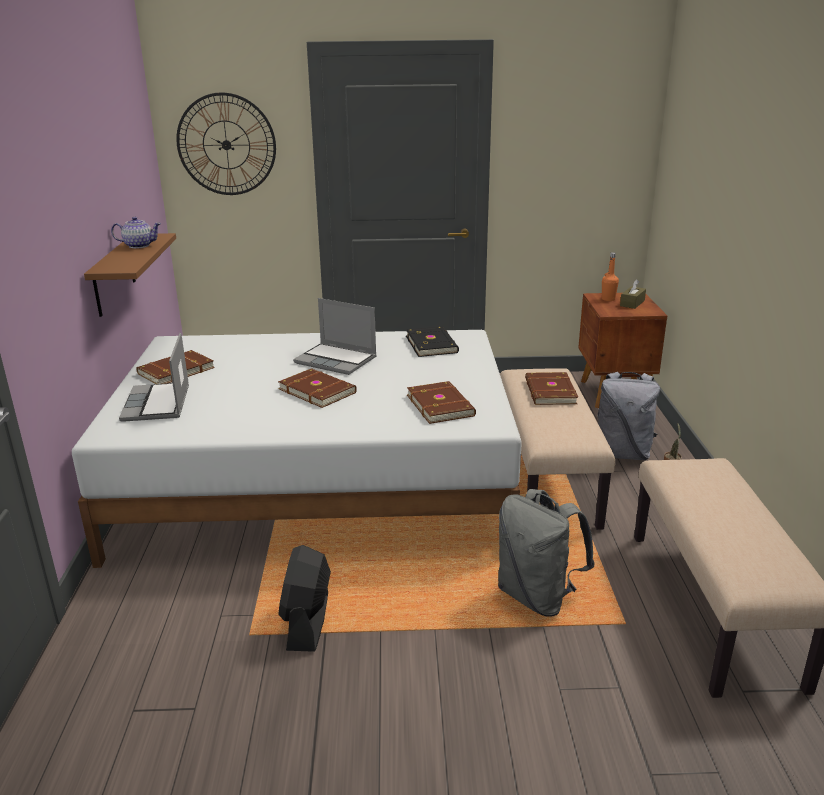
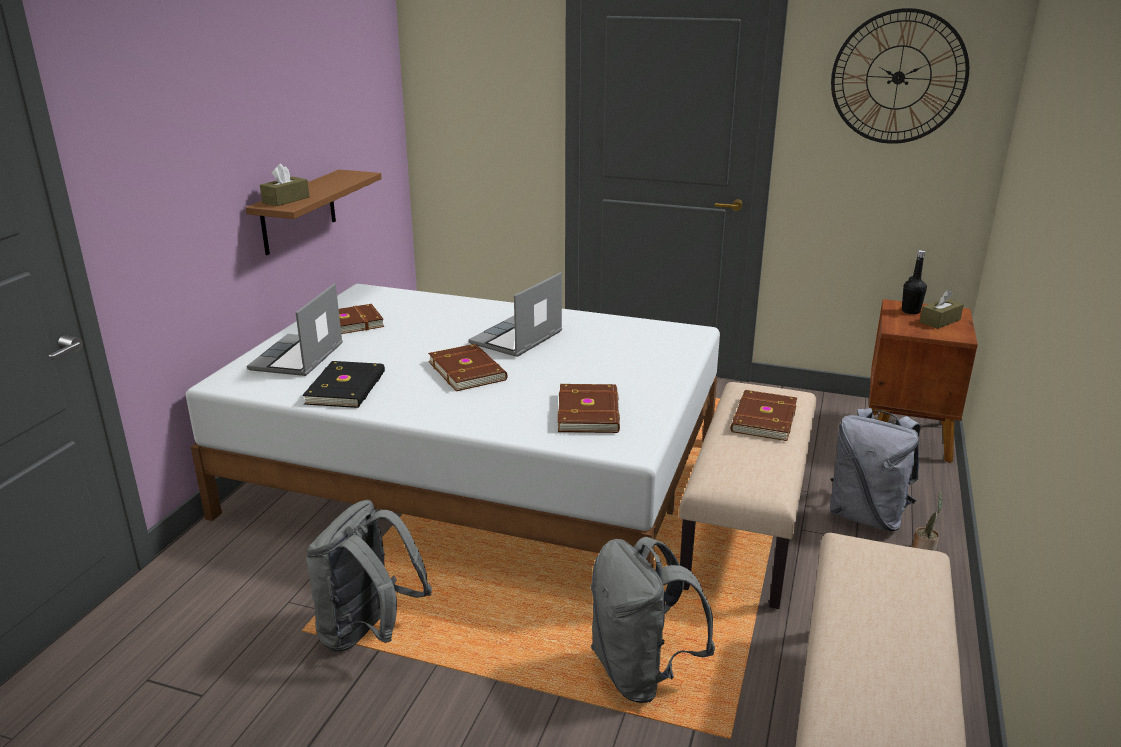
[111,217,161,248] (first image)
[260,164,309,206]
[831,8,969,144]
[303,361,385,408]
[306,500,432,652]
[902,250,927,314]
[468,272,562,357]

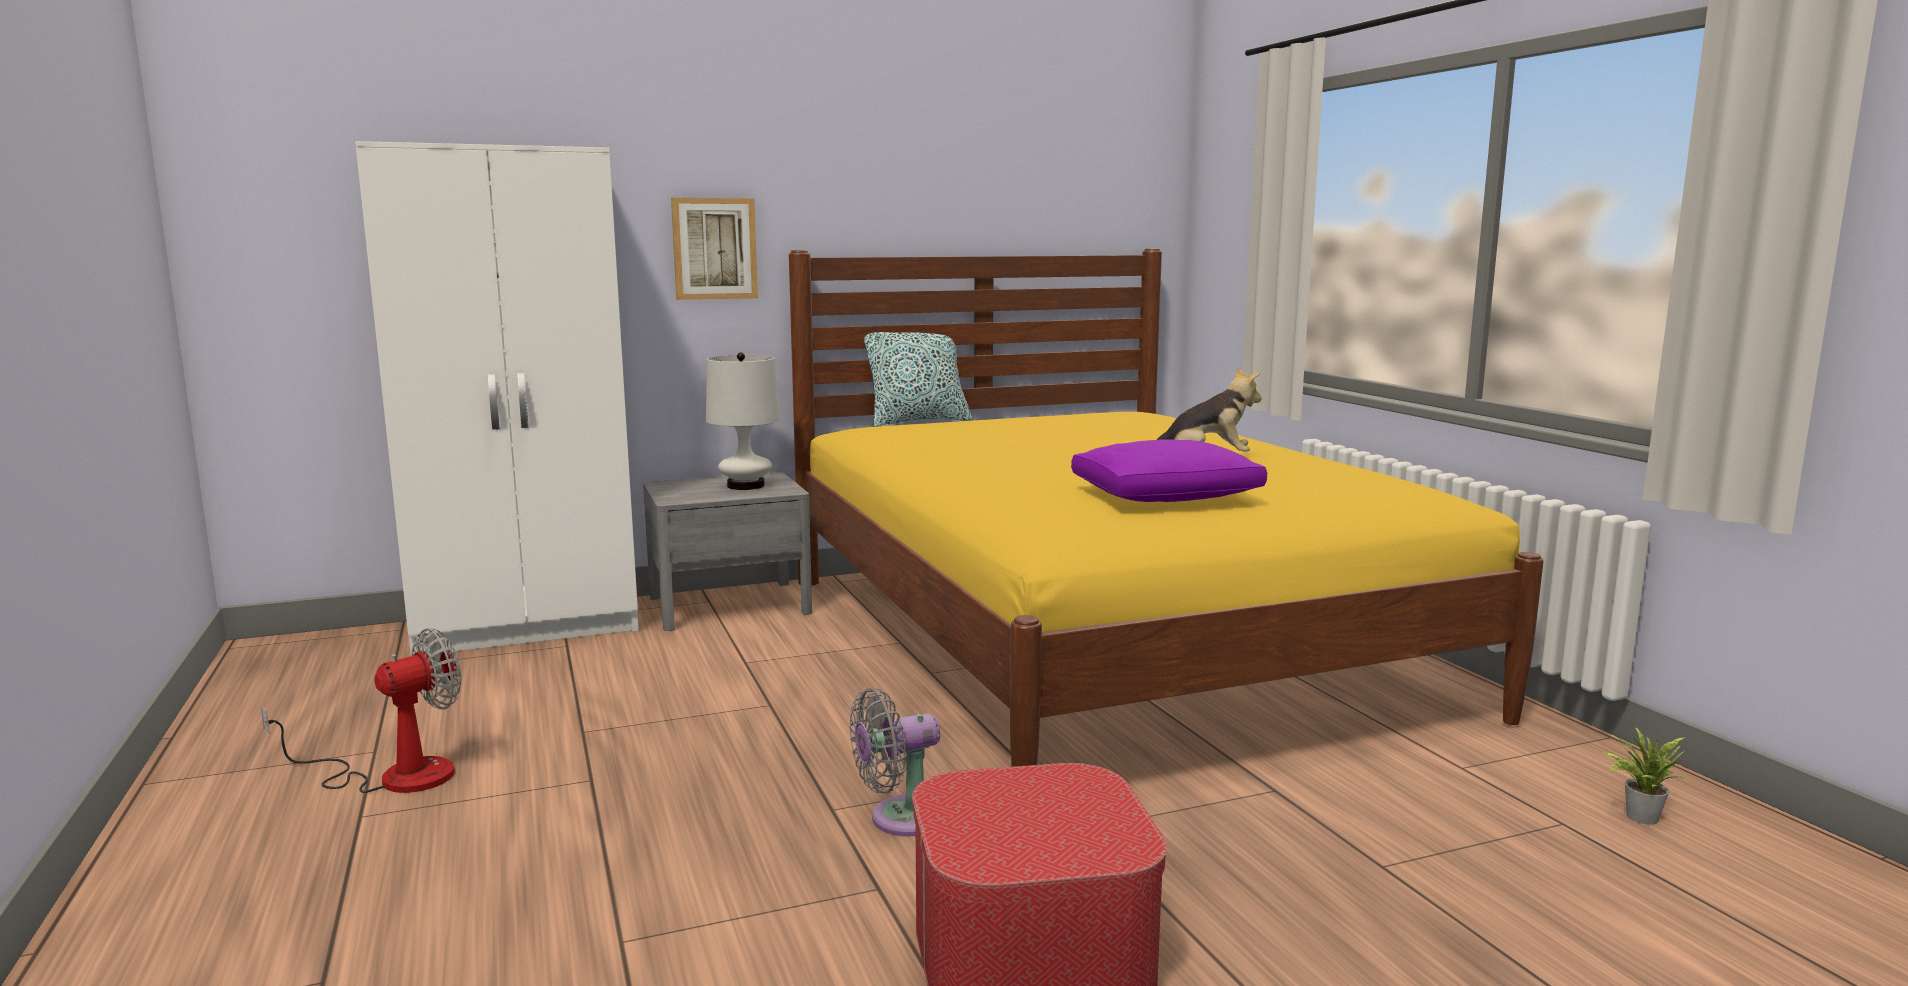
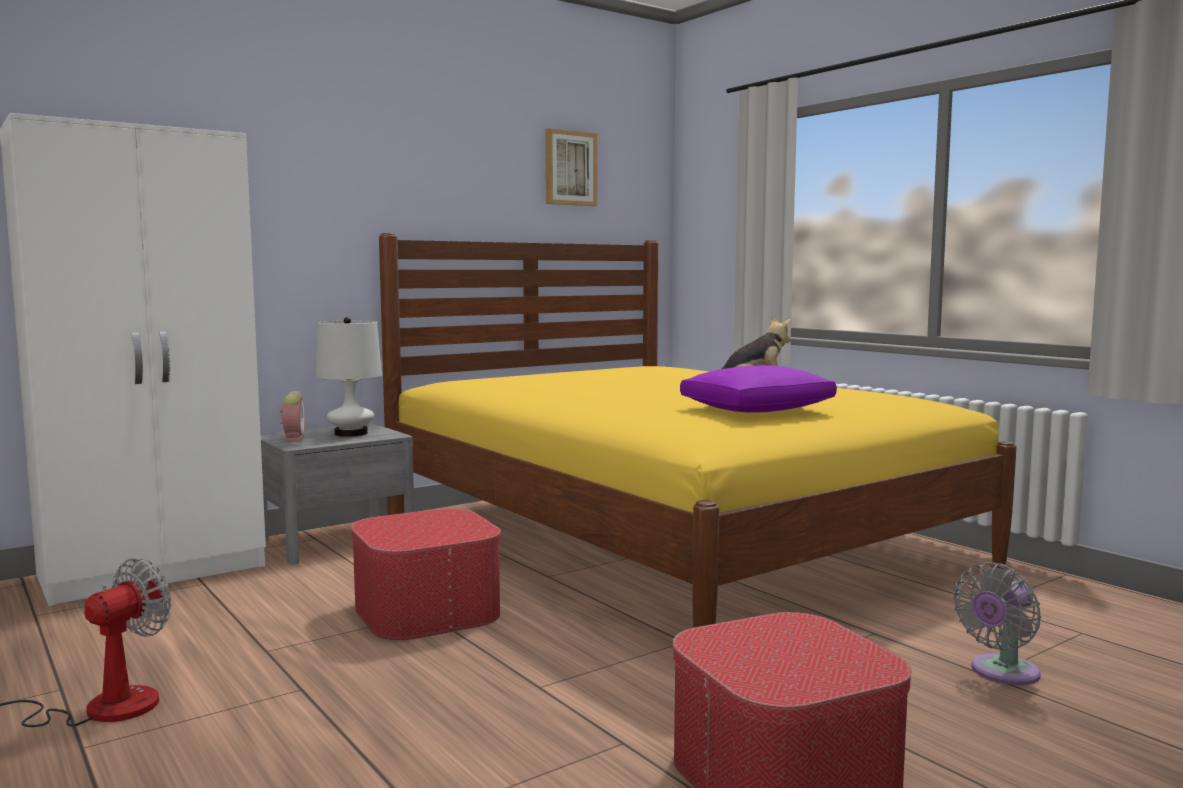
[864,322,972,427] (first image)
[1601,727,1688,825] (first image)
[280,391,305,441]
[351,508,501,641]
[546,129,597,206]
[953,562,1041,685]

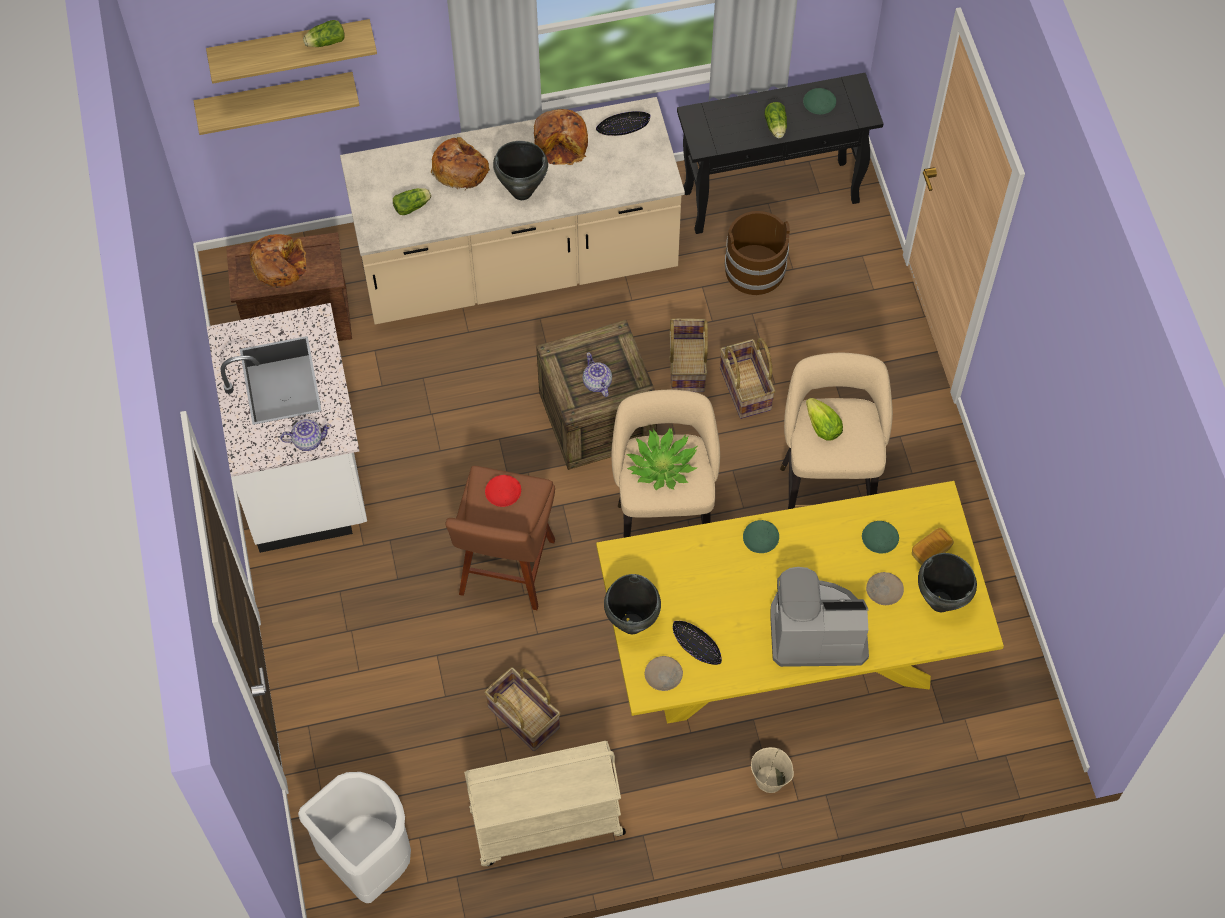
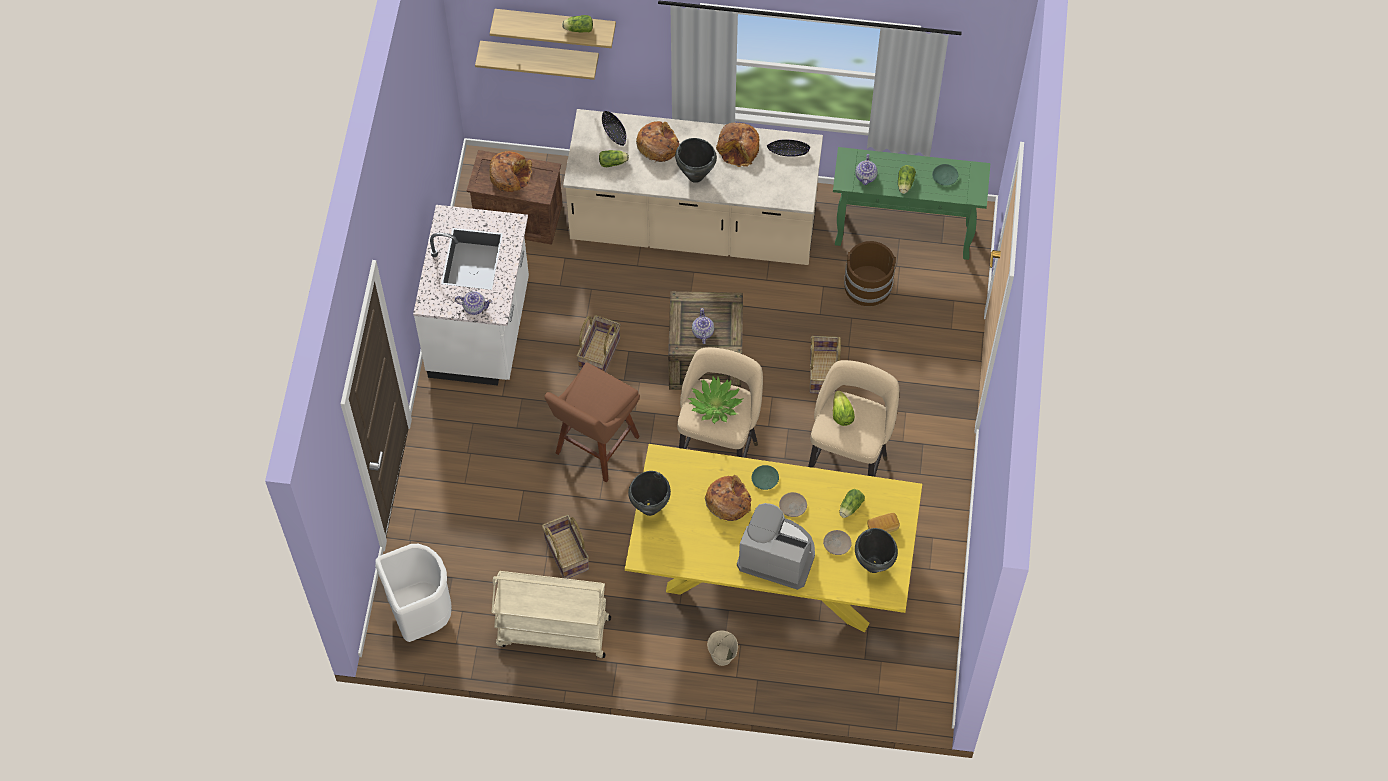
[485,475,521,507] (first image)
[705,475,752,522]
[855,154,878,185]
[779,492,807,517]
[577,315,621,372]
[602,111,626,146]
[839,489,865,518]
[833,147,990,260]

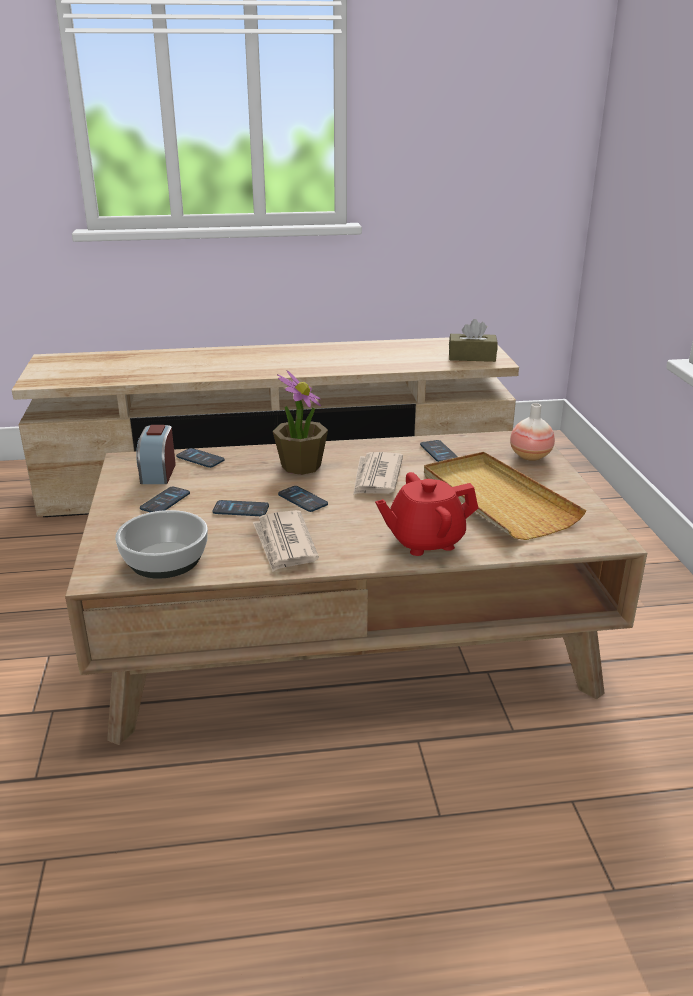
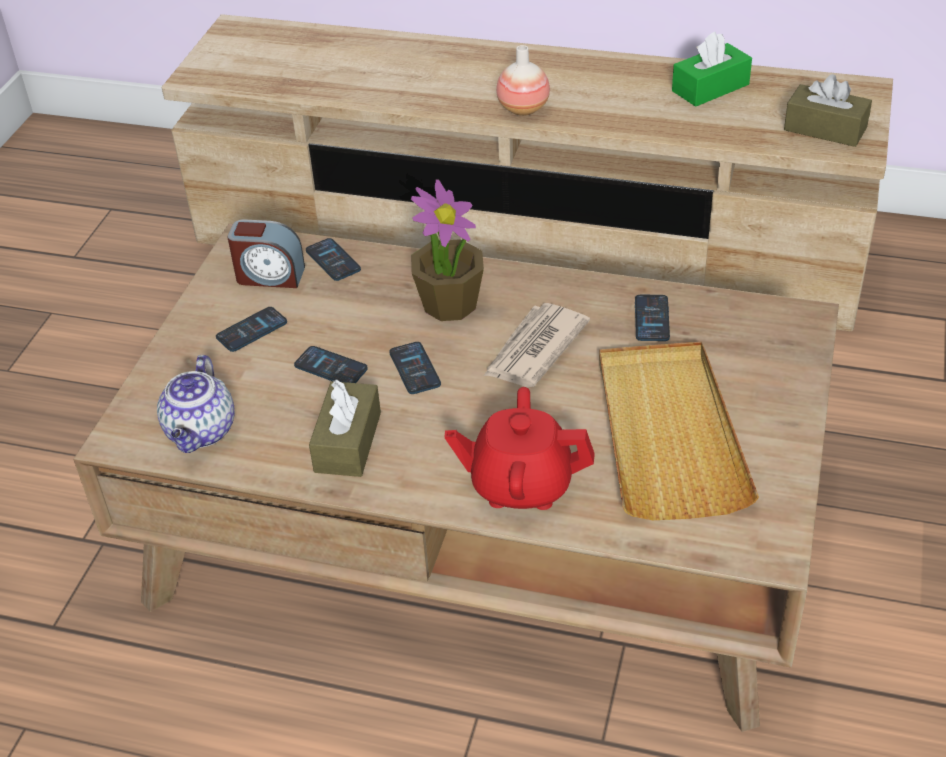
[672,32,752,107]
[496,45,550,116]
[157,355,235,453]
[309,379,381,477]
[227,219,305,288]

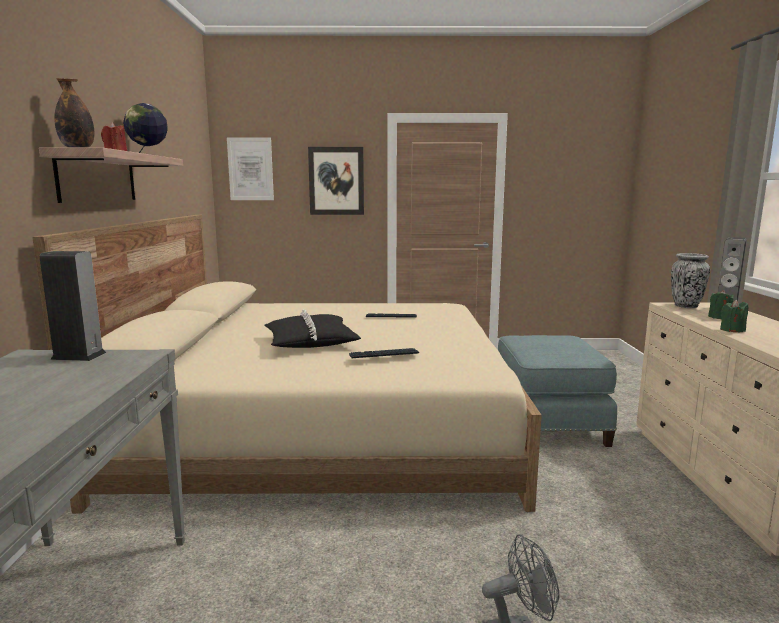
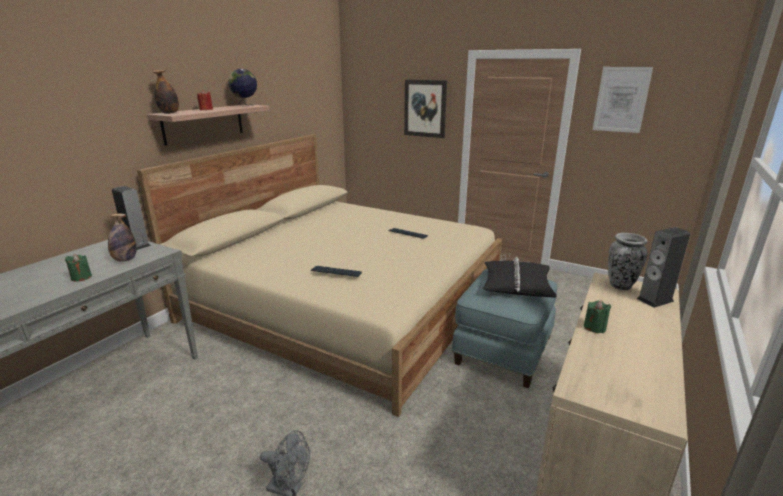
[108,214,137,262]
[593,67,653,133]
[483,257,557,298]
[65,254,92,281]

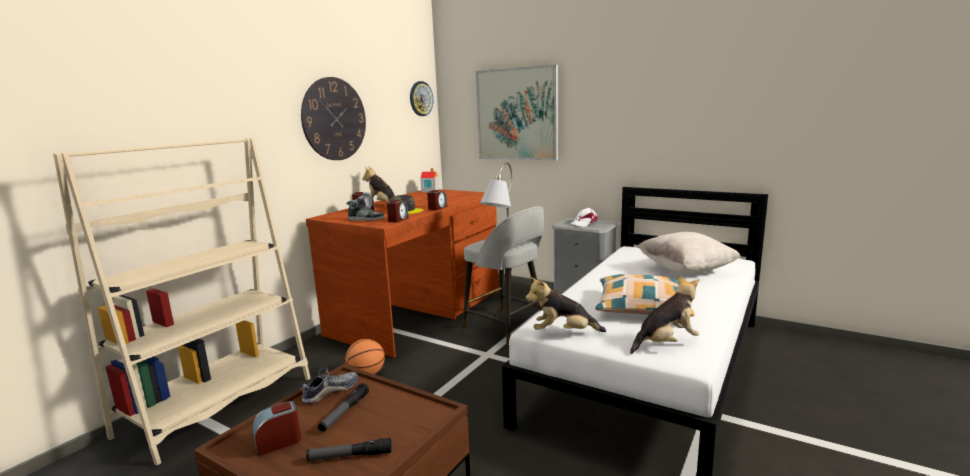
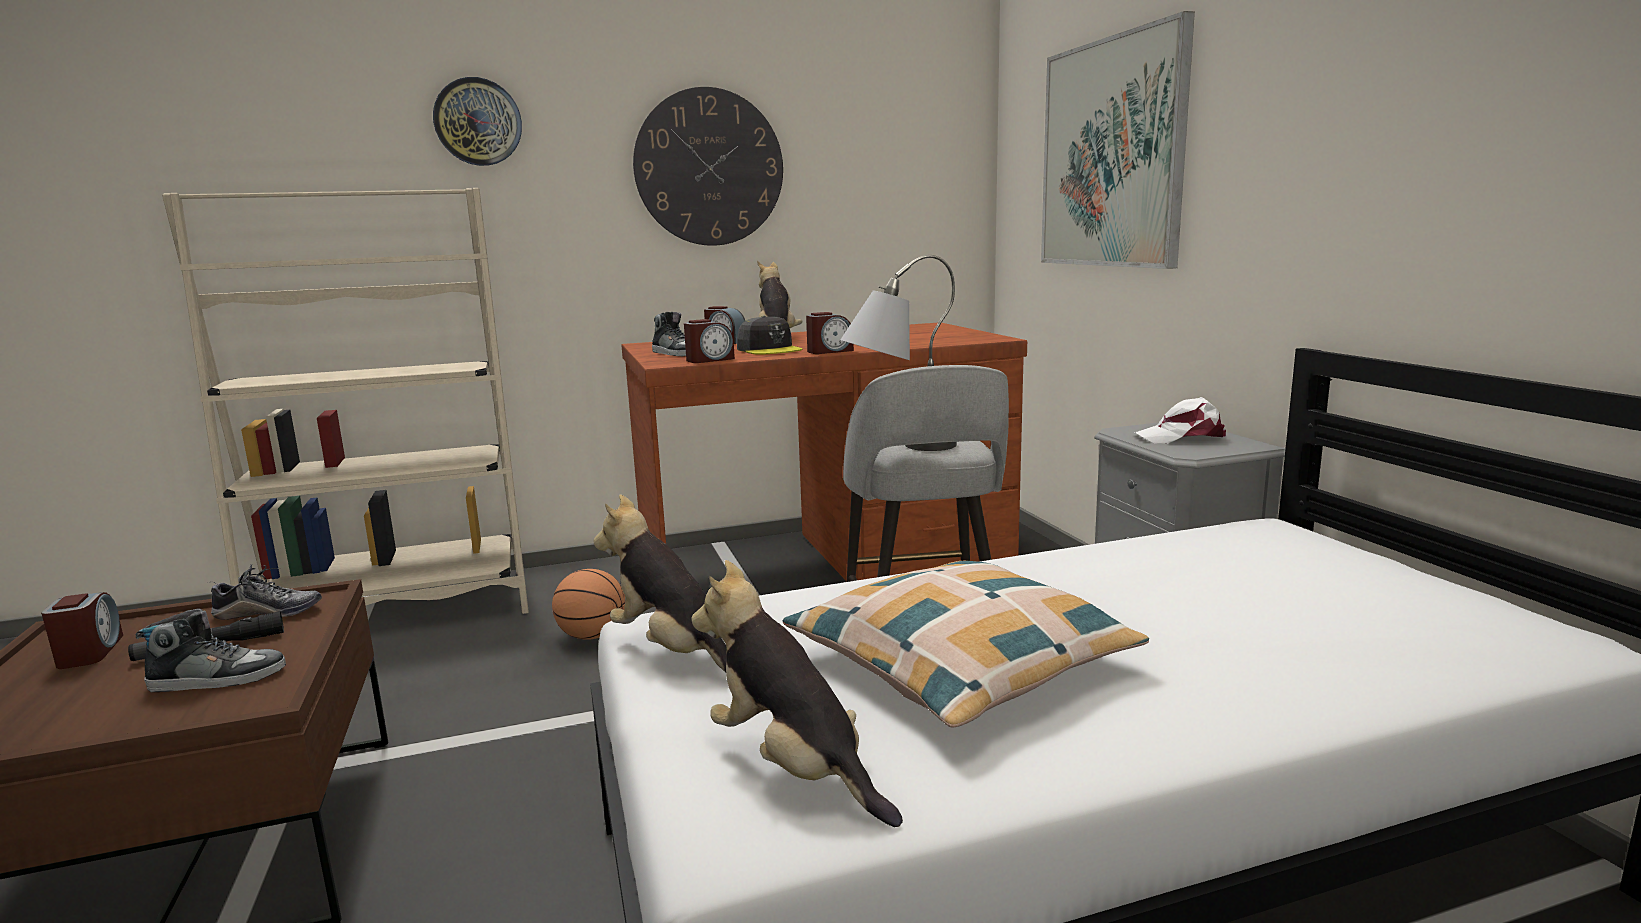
[306,438,391,461] (first image)
[420,168,439,192] (first image)
[637,232,740,273] (first image)
[136,609,286,692]
[433,77,522,166]
[41,592,123,669]
[691,560,903,827]

